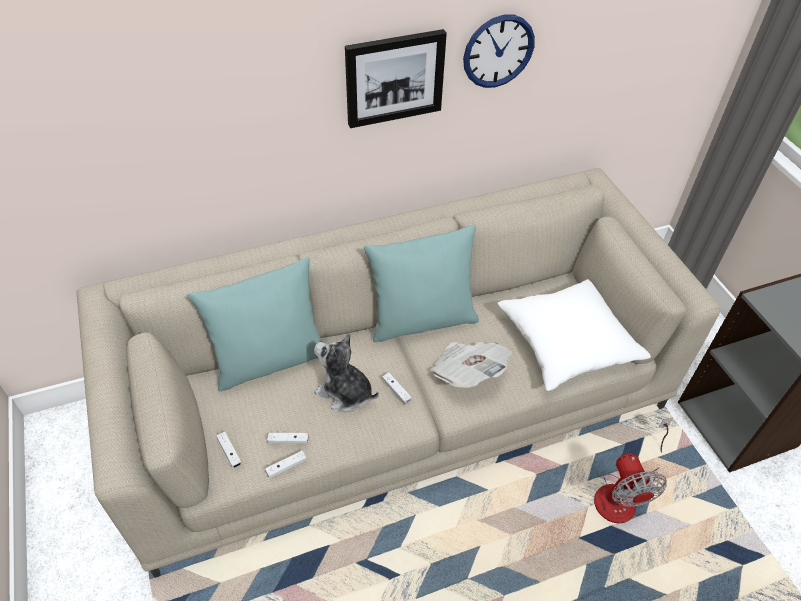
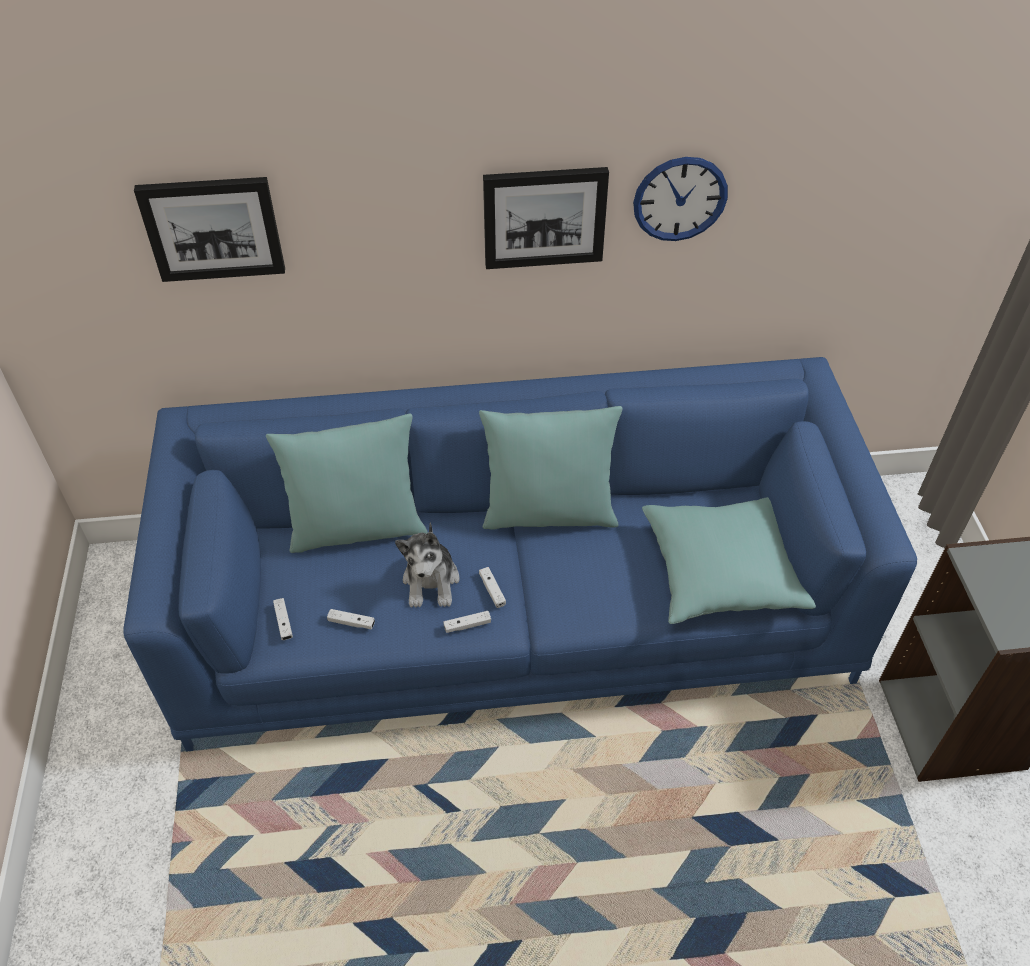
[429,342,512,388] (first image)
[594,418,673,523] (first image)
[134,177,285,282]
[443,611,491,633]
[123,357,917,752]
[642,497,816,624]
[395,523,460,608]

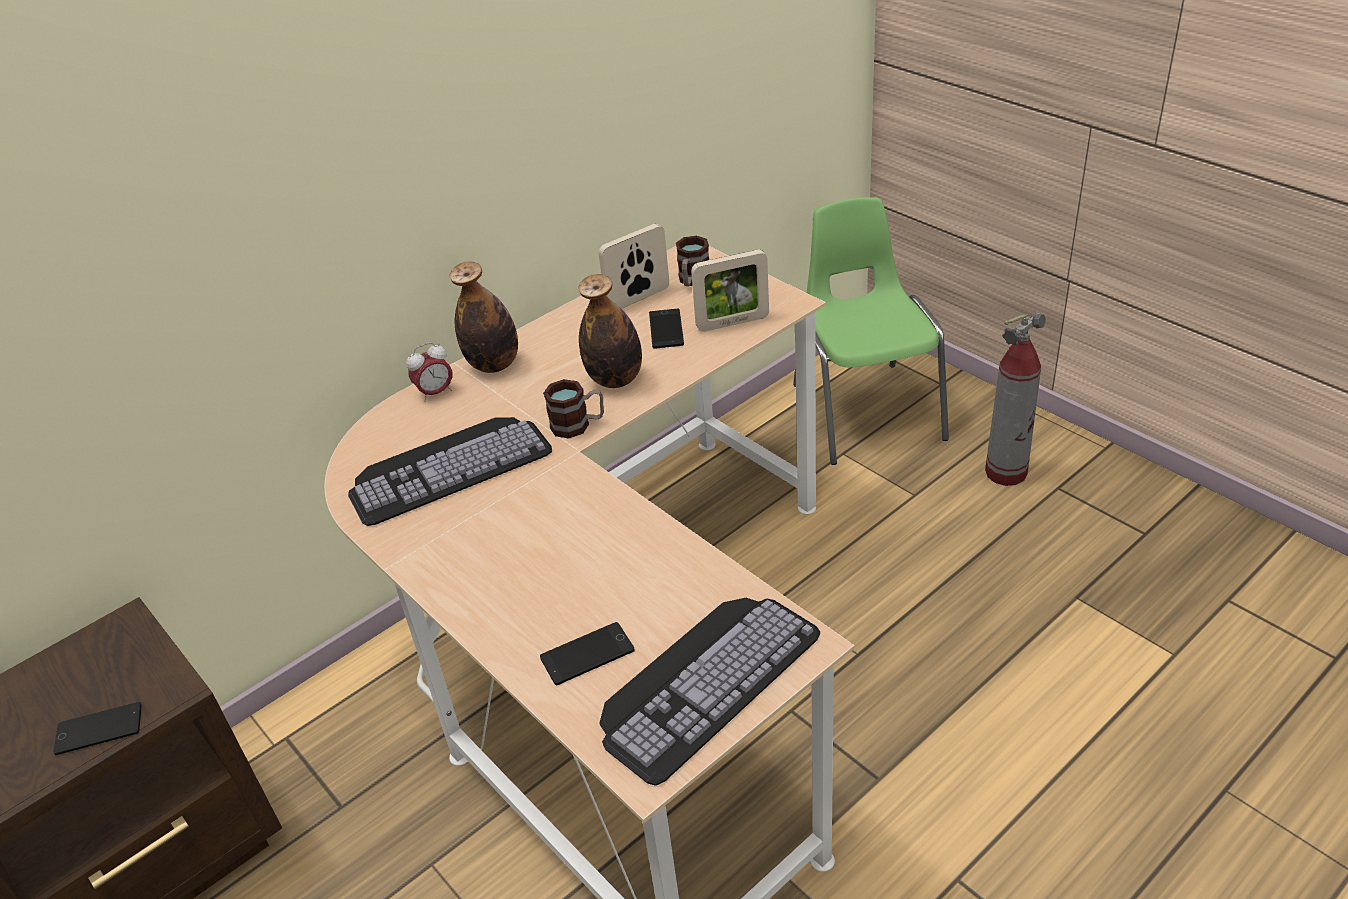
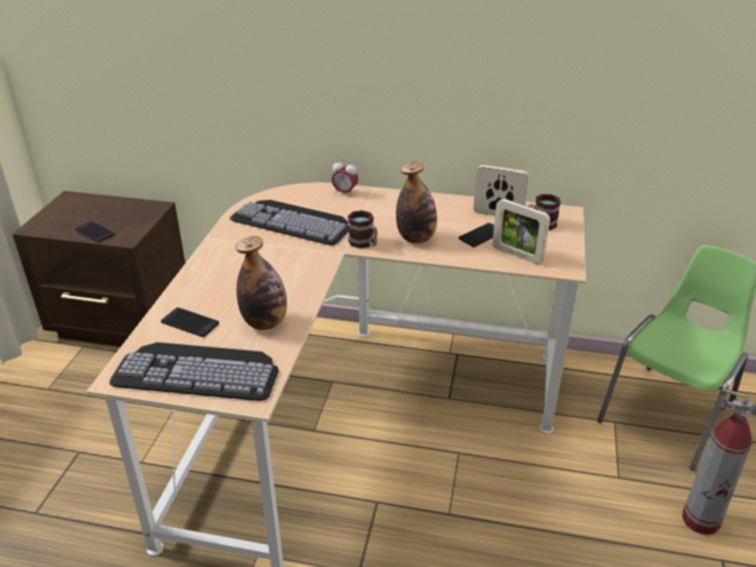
[236,236,287,330]

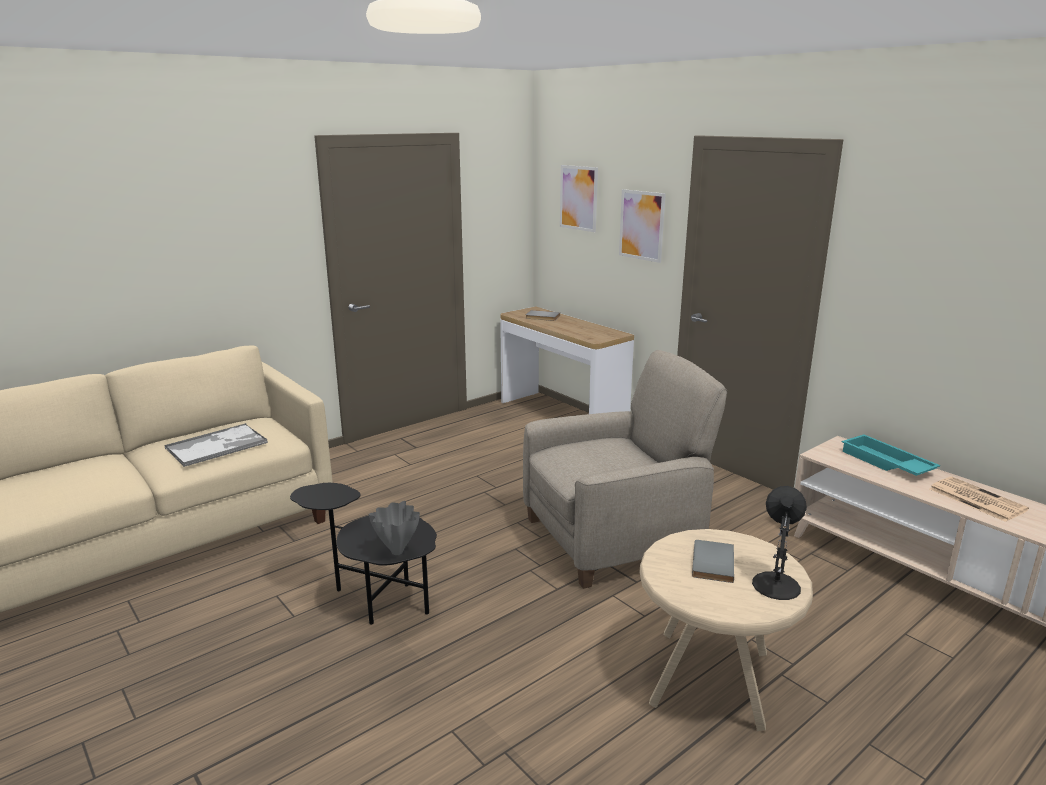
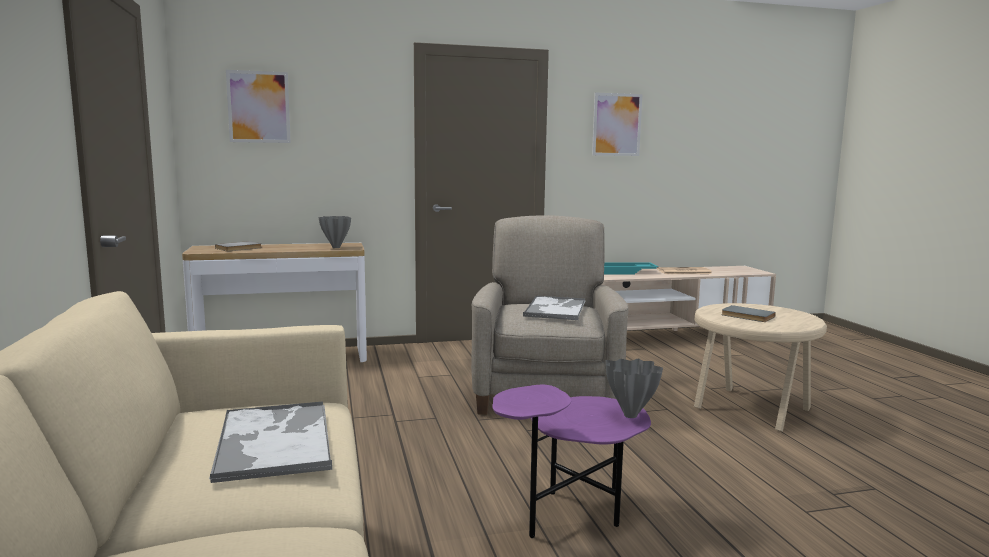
[752,486,807,600] (first image)
[318,216,351,248]
[522,296,585,320]
[592,93,642,156]
[492,385,651,538]

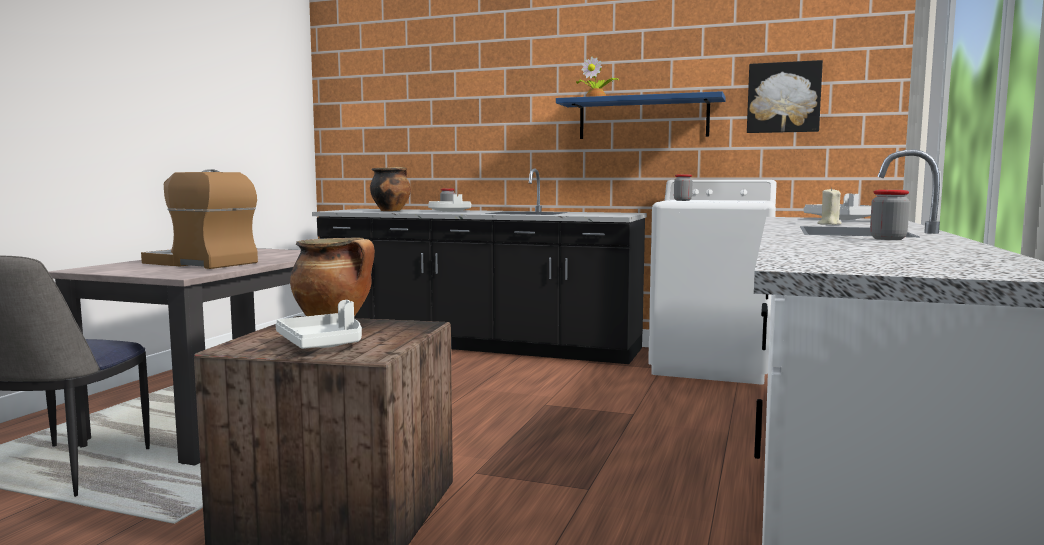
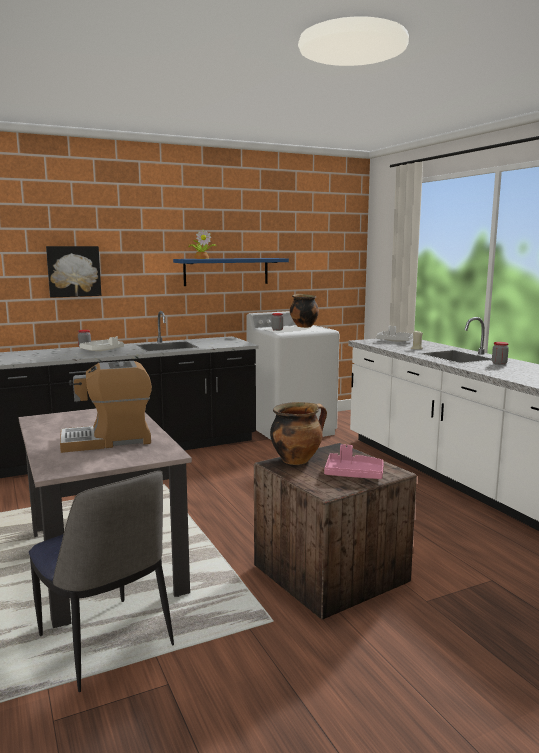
[290,294,319,328]
[46,246,101,298]
[324,444,384,479]

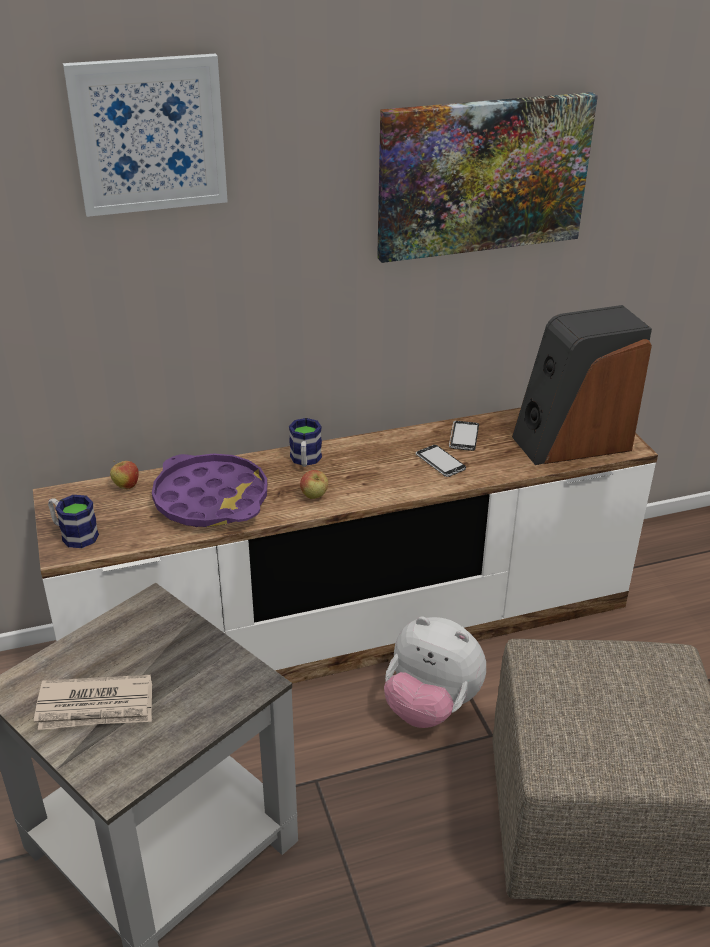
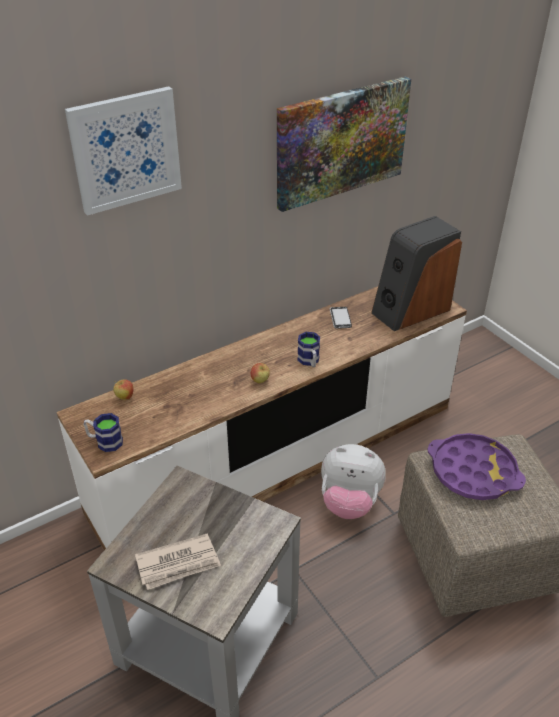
[416,445,466,477] (first image)
[427,433,526,500]
[297,332,320,367]

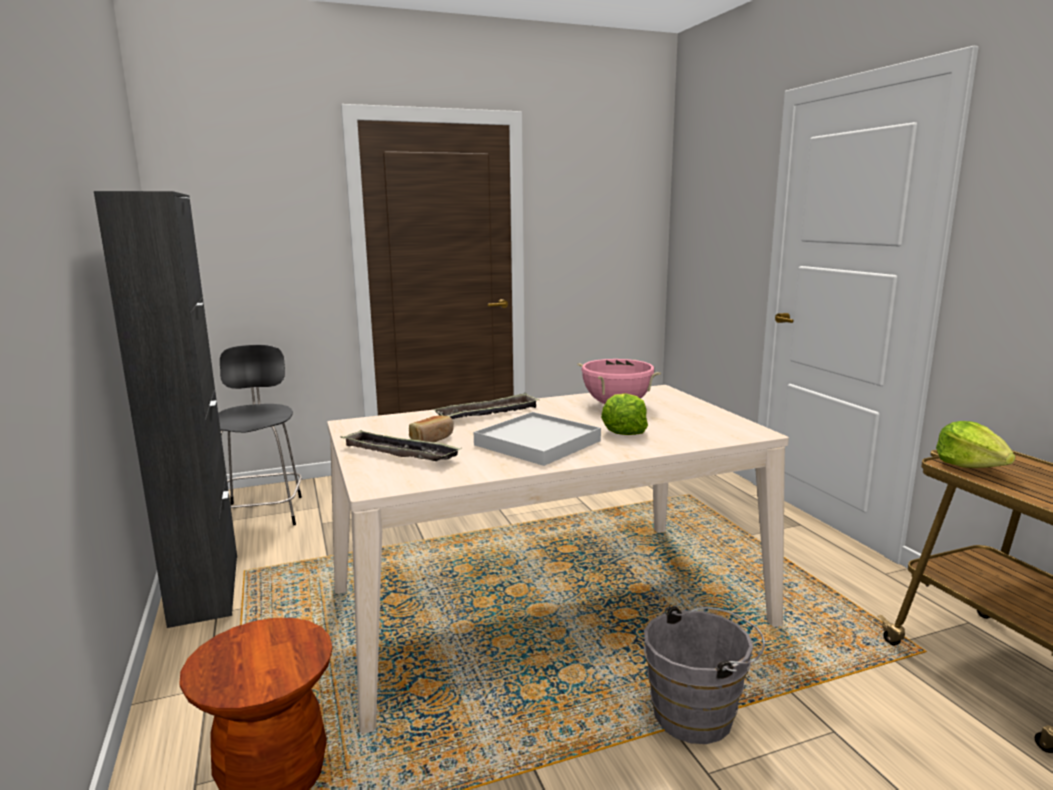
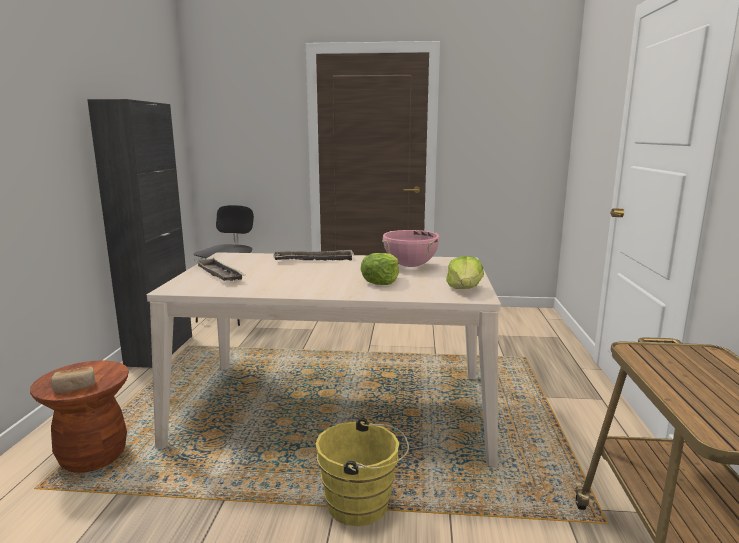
[474,412,601,466] (first image)
[51,366,96,393]
[446,256,484,289]
[316,418,409,526]

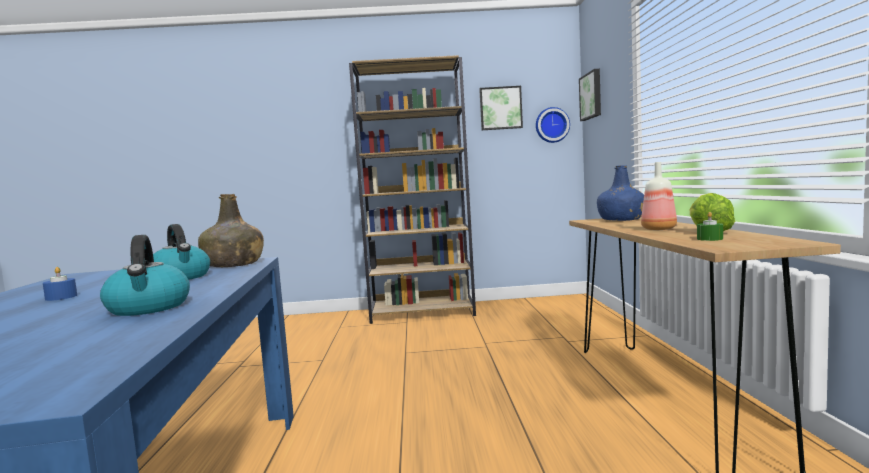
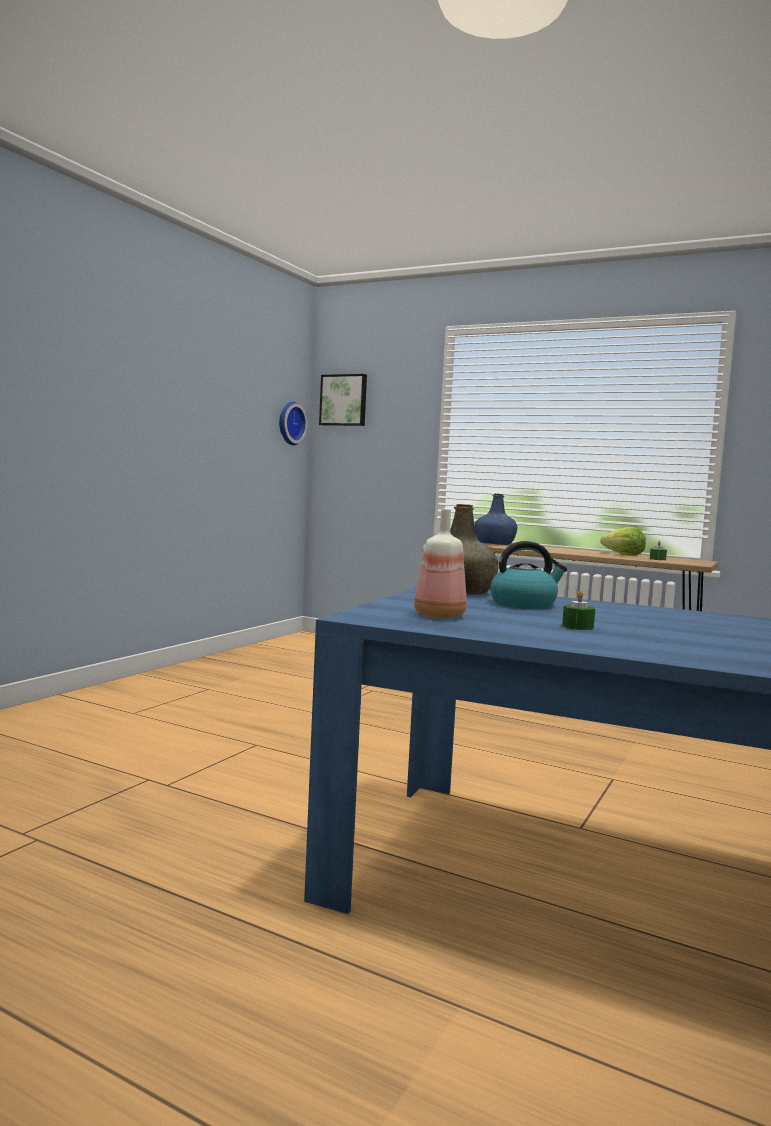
[100,235,190,316] (first image)
[349,55,476,324] (first image)
[479,86,523,130] (first image)
[414,509,467,619]
[562,590,595,630]

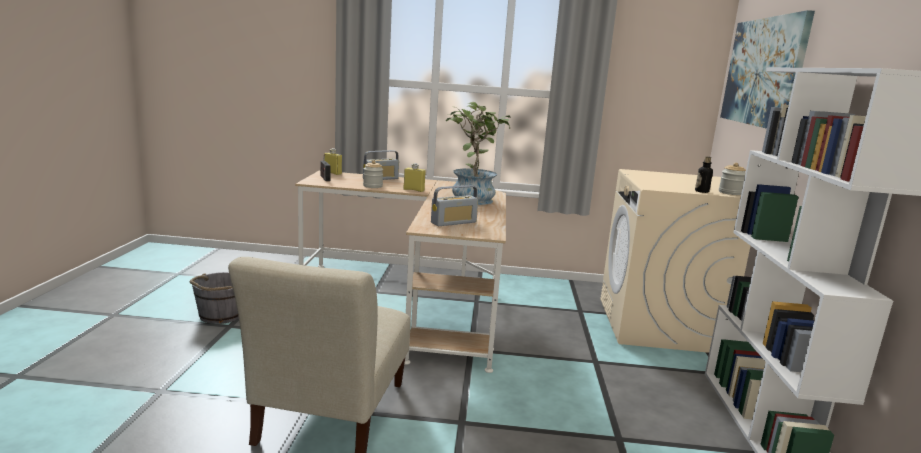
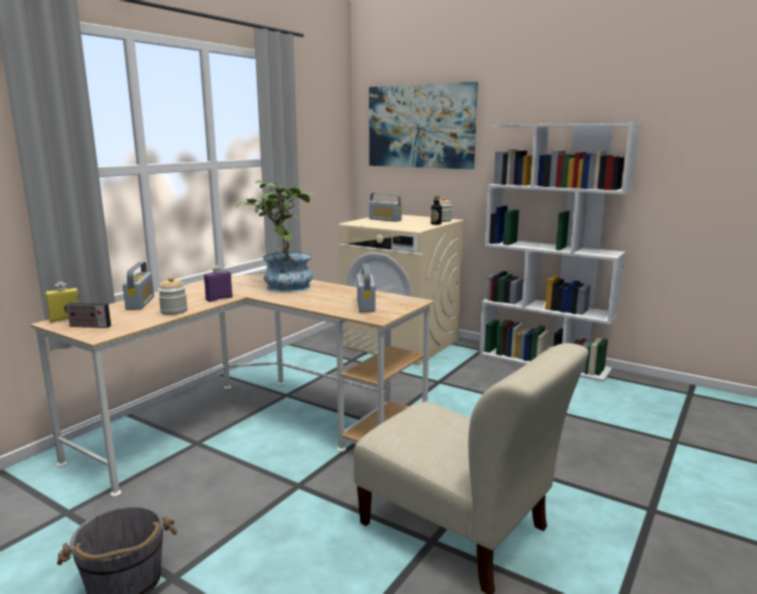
[369,192,402,222]
[204,266,233,302]

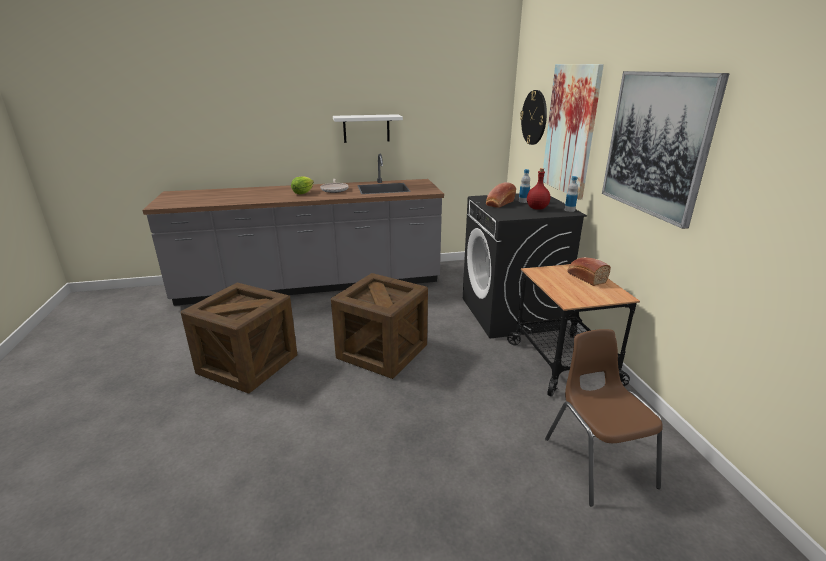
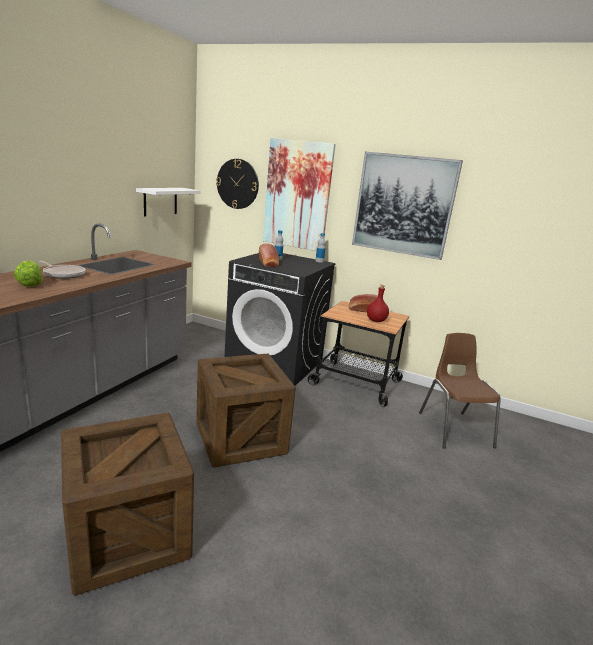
[136,188,200,217]
[367,285,389,322]
[419,333,501,449]

